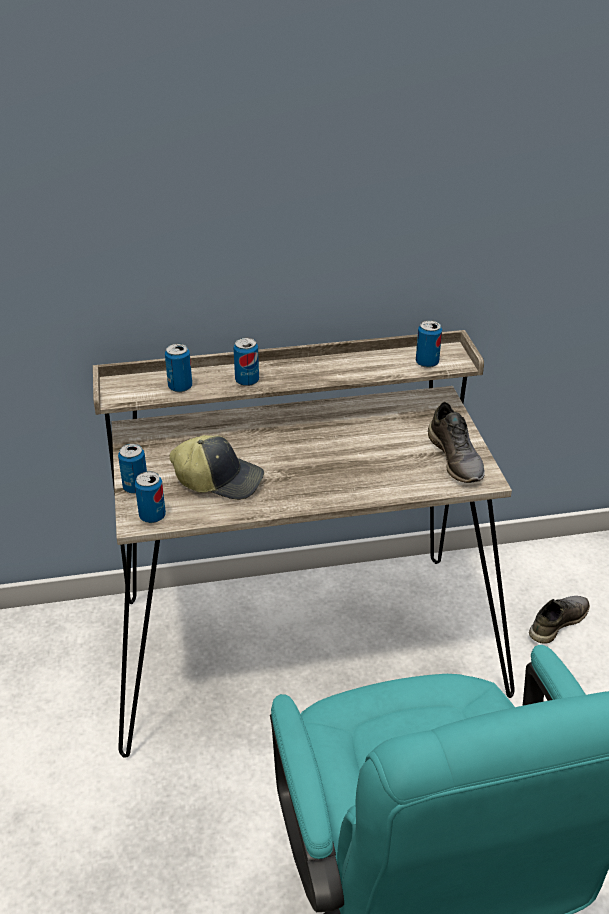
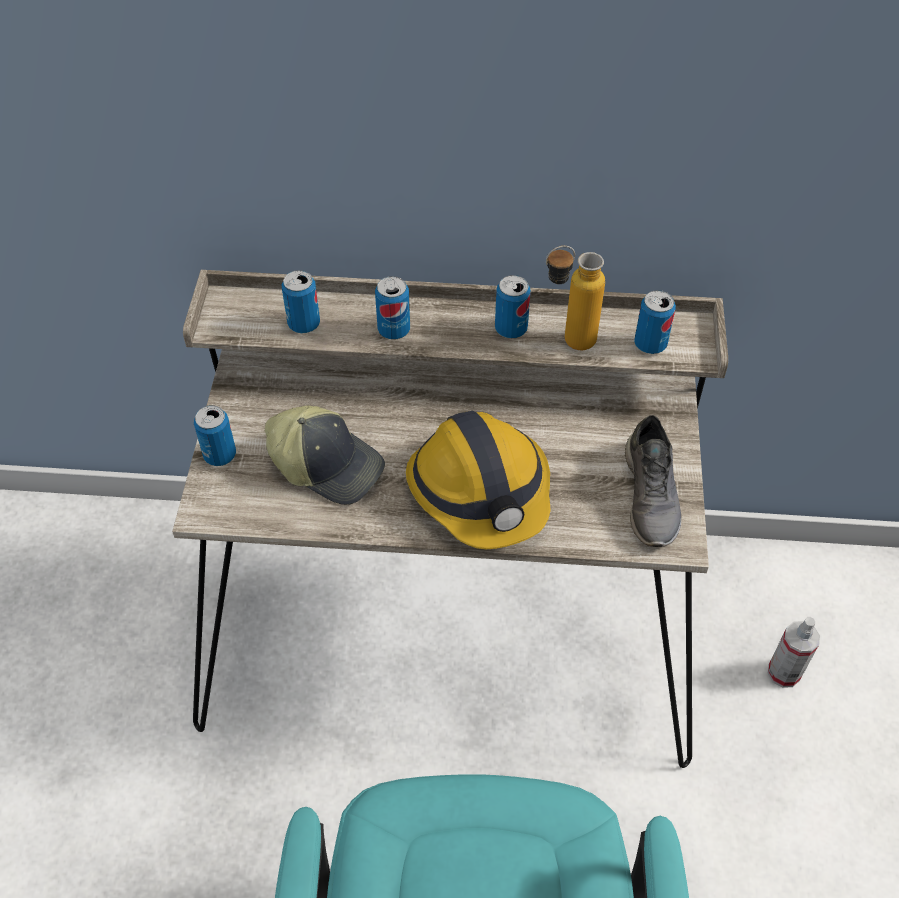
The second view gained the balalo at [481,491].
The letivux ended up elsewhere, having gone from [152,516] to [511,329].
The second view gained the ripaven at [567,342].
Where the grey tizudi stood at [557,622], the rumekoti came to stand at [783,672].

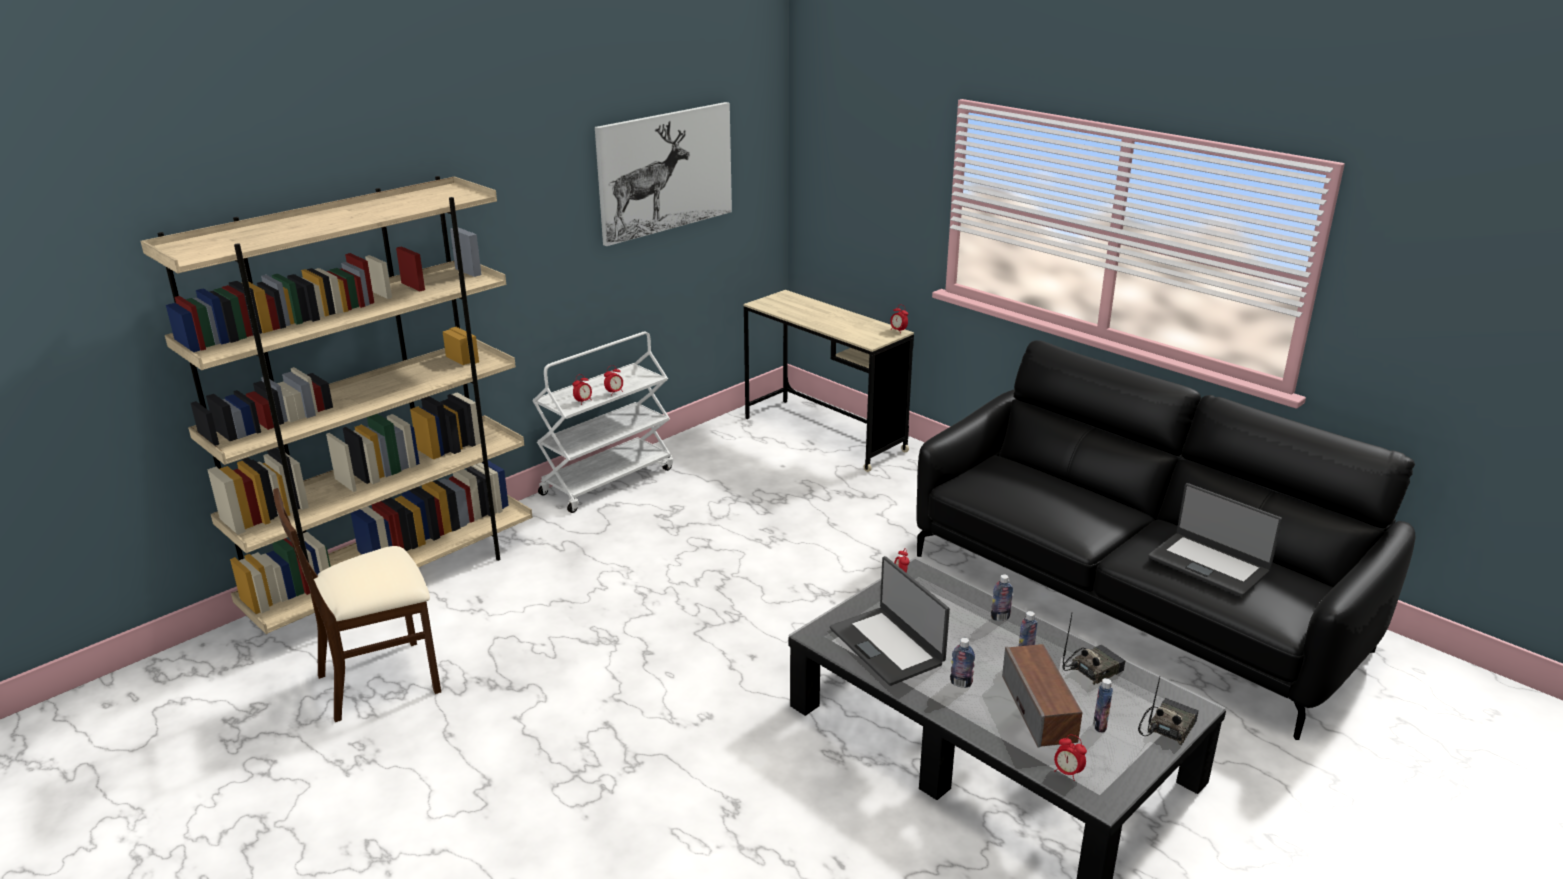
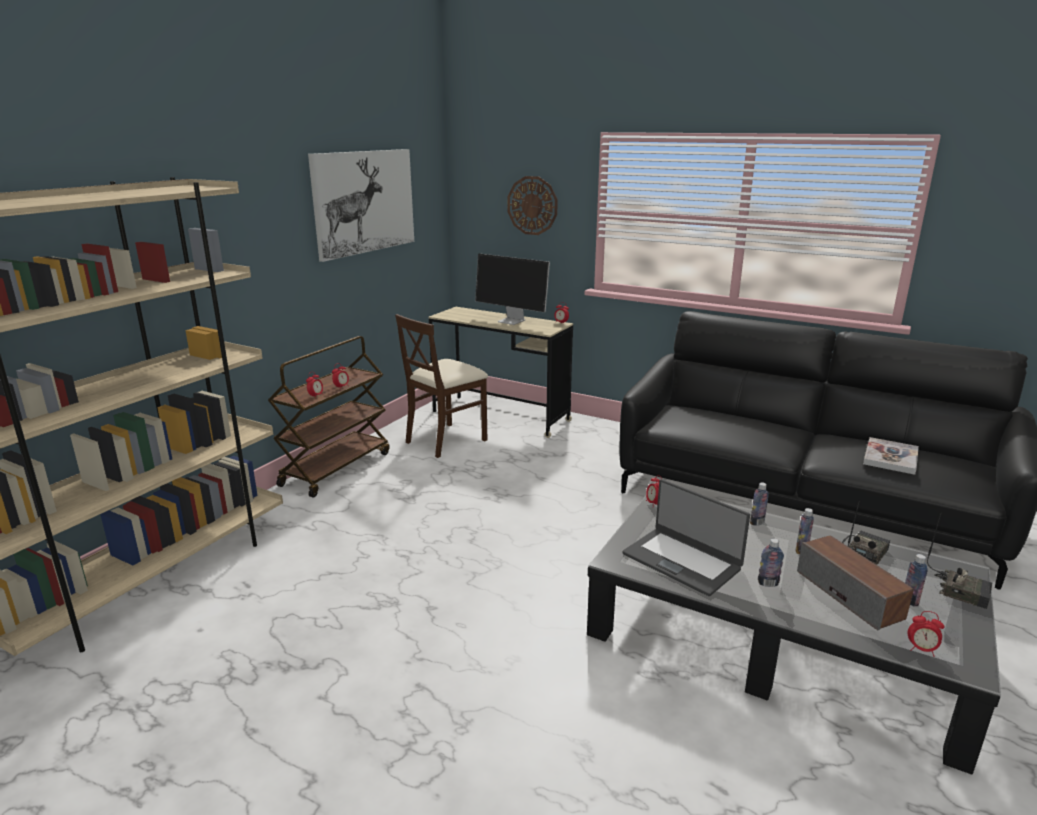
What was the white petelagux at [607,480] turned into the brown petelagux at [336,468].
The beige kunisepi ended up elsewhere, having gone from [380,680] to [446,440].
The second view gained the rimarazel at [512,321].
The second view gained the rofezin at [532,205].
Where the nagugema stood at [1209,564], the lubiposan came to stand at [890,457].
The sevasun at [1167,726] ended up facing another way, 105 degrees clockwise from before.

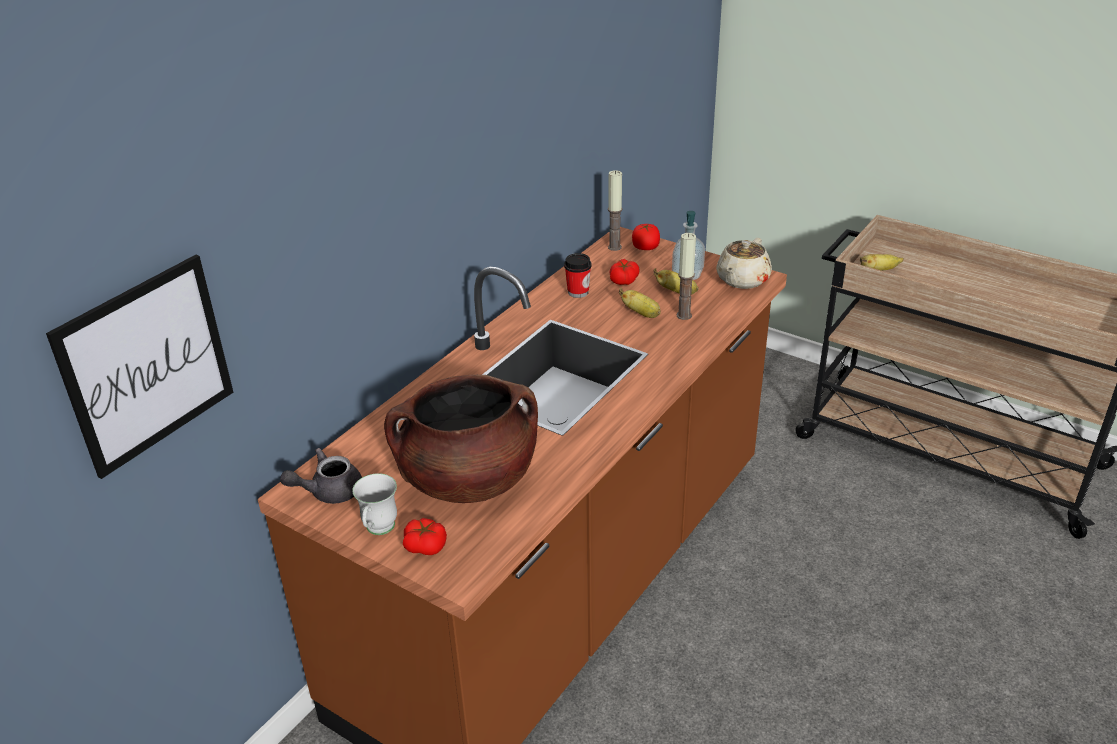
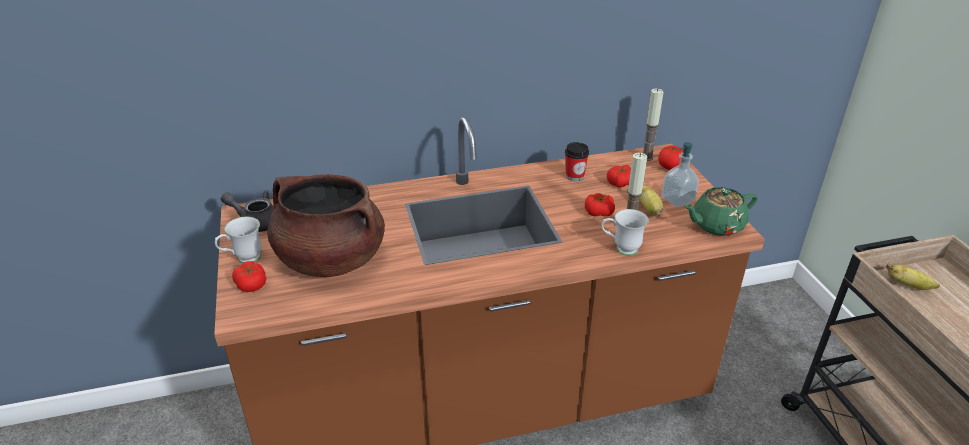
Where the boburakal stood at [642,314], the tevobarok came to stand at [598,212].
The second view gained the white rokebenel at [620,249].
What was the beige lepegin at [742,280] turned into the green lepegin at [716,225].
The second view lost the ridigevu at [147,364].

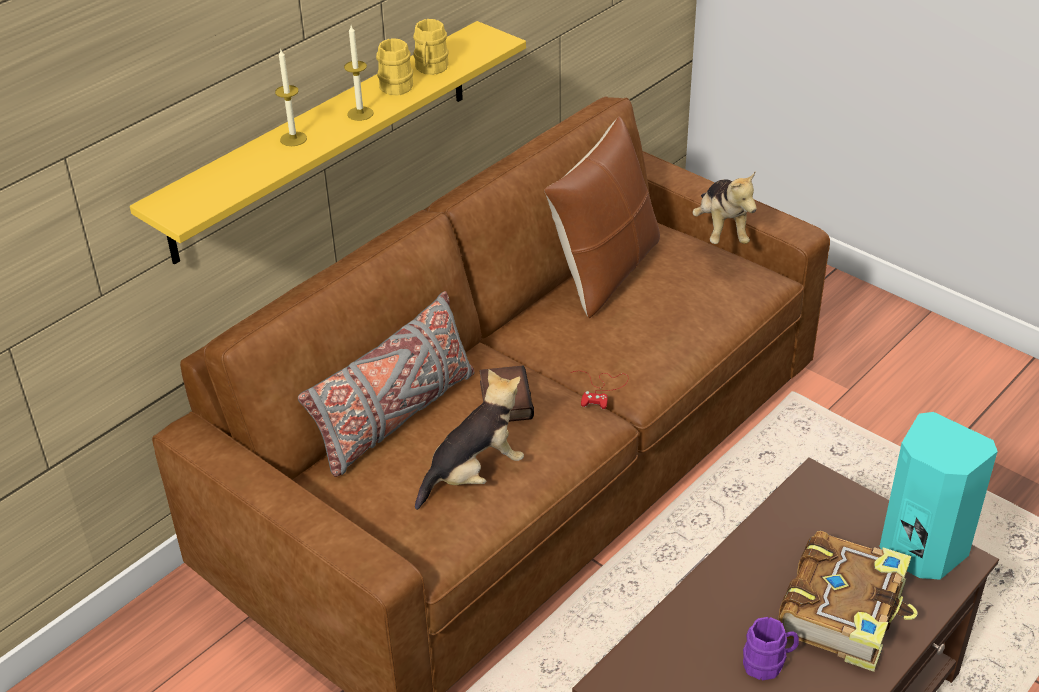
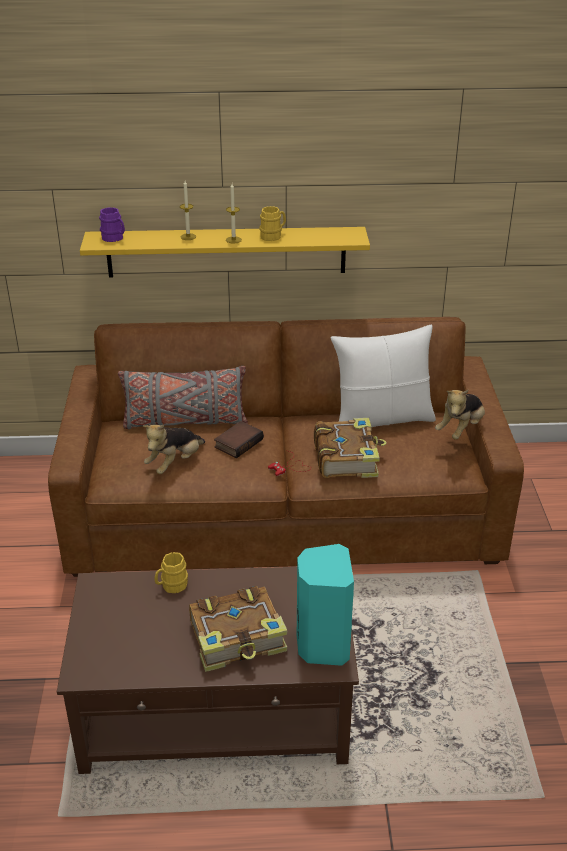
The purple rokebenel ended up elsewhere, having gone from [769,663] to [114,238].
The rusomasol at [474,474] ended up facing another way, 120 degrees clockwise from before.
The yellow rokebenel ended up elsewhere, having gone from [430,69] to [171,586].
The second view gained the lubiposan at [347,457].
What was the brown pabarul at [604,272] turned into the white pabarul at [382,419].

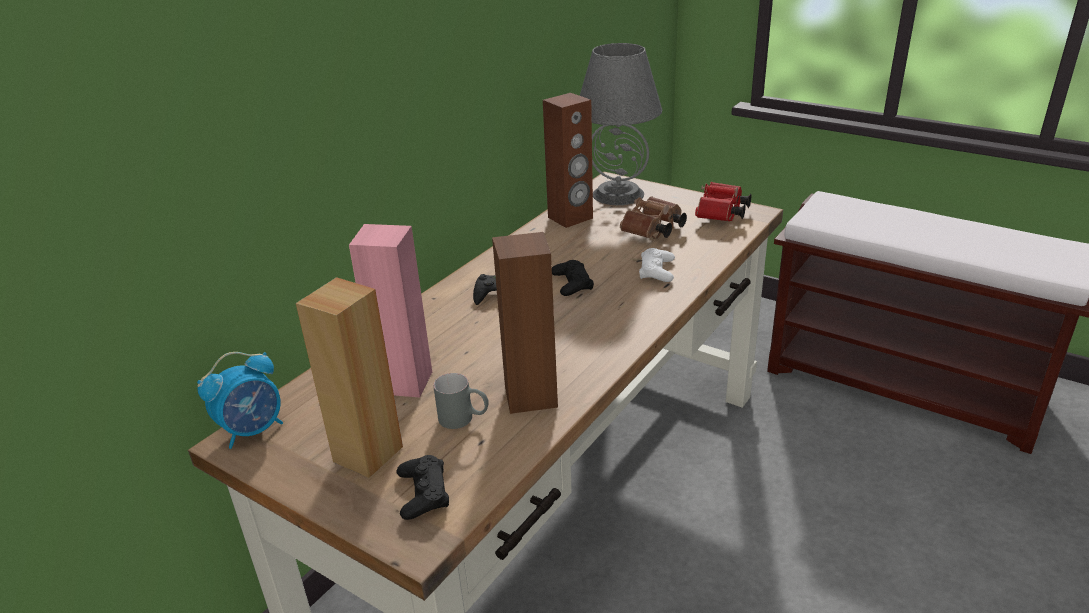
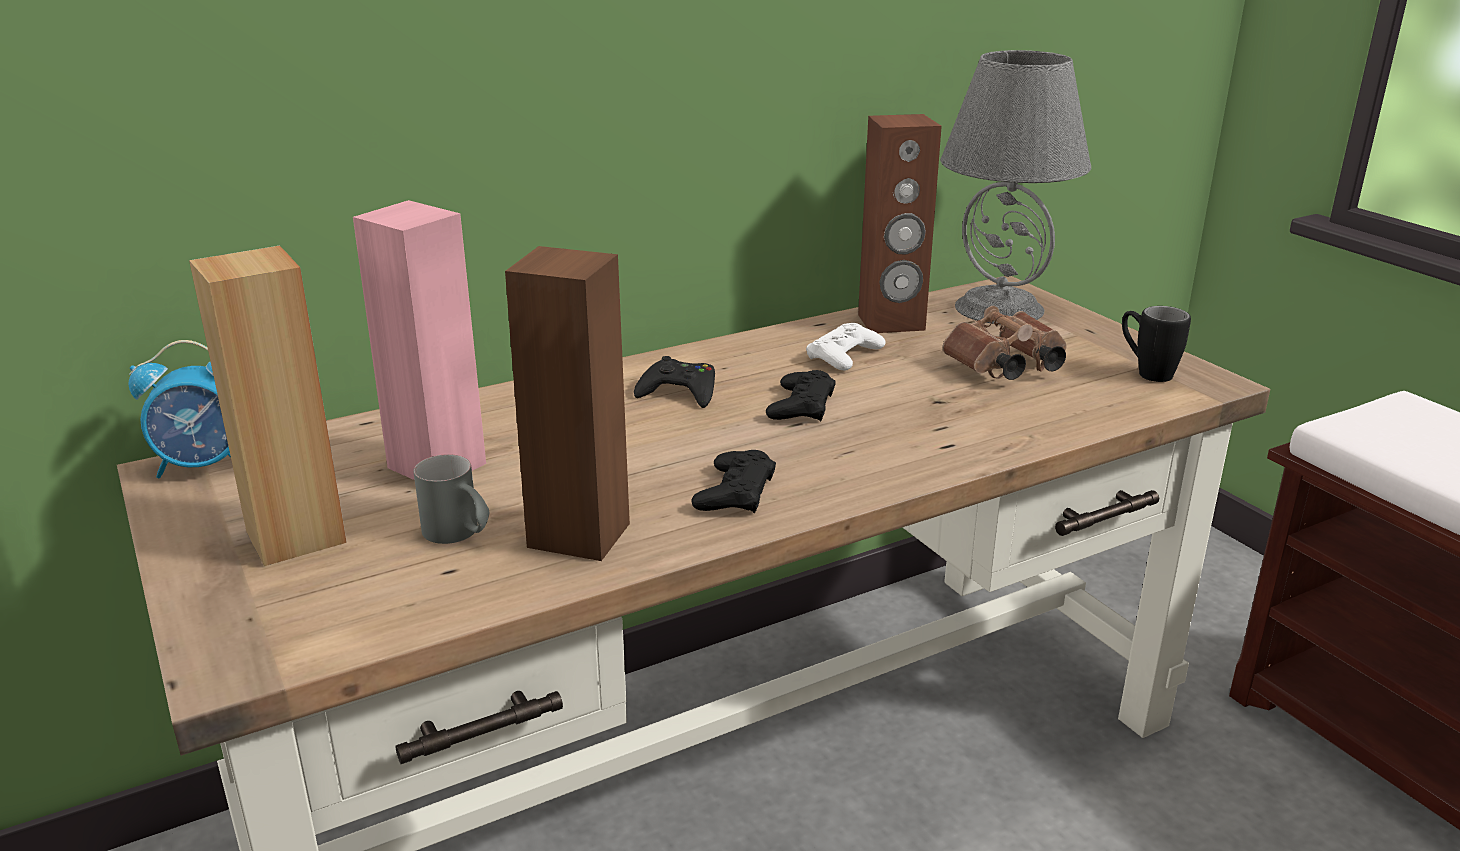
The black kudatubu ended up elsewhere, having gone from [423,492] to [735,492].
The white kudatubu ended up elsewhere, having gone from [657,270] to [845,355].
Where the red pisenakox stood at [721,215], the black rokebenel came to stand at [1145,372].

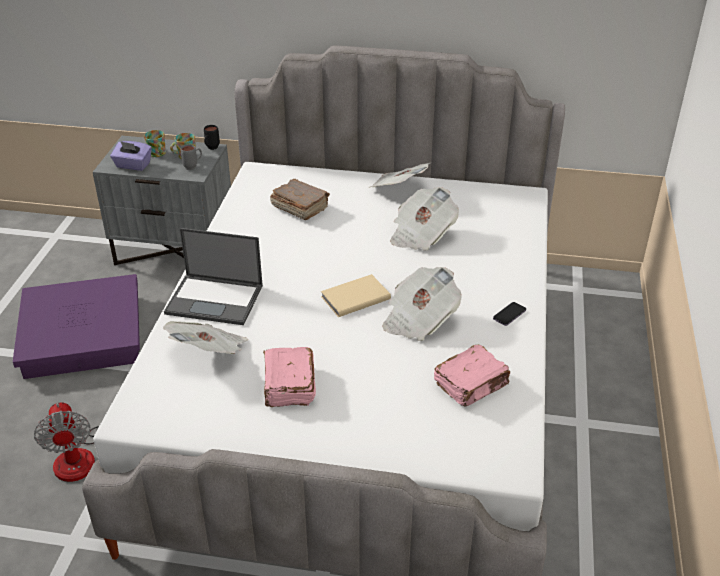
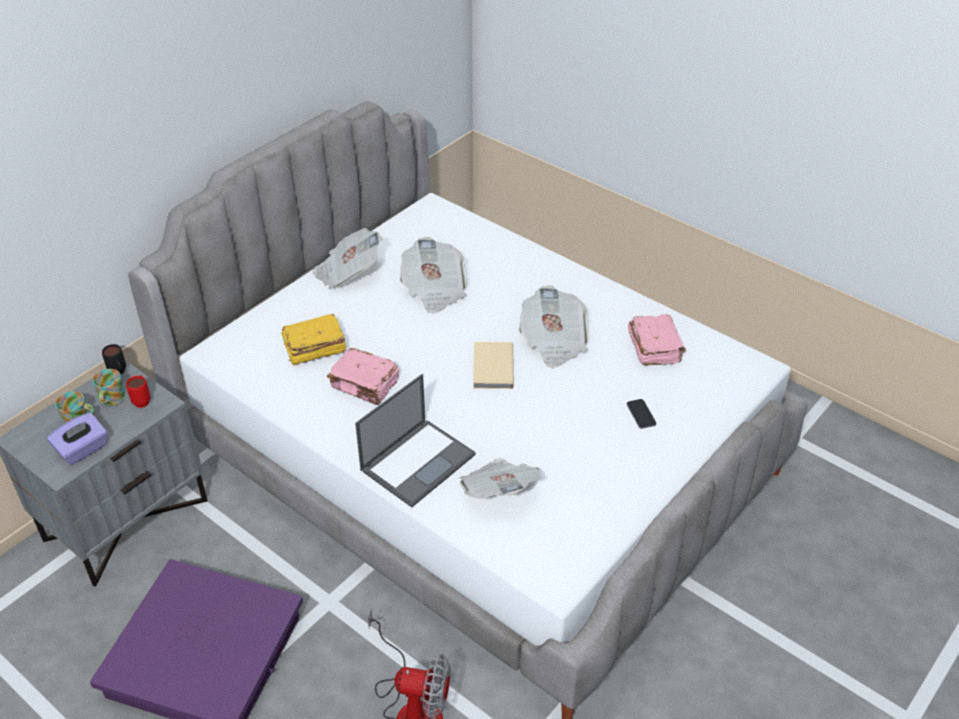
What was the grey rokebenel at [193,166] turned into the red rokebenel at [143,400].
What was the brown lubiposan at [299,207] turned into the yellow lubiposan at [314,348].
The pink lubiposan ended up elsewhere, having gone from [288,386] to [365,385].
The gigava ended up elsewhere, having gone from [509,315] to [641,415].

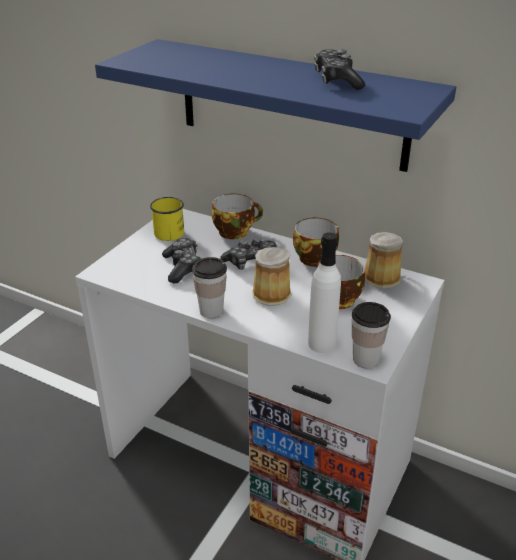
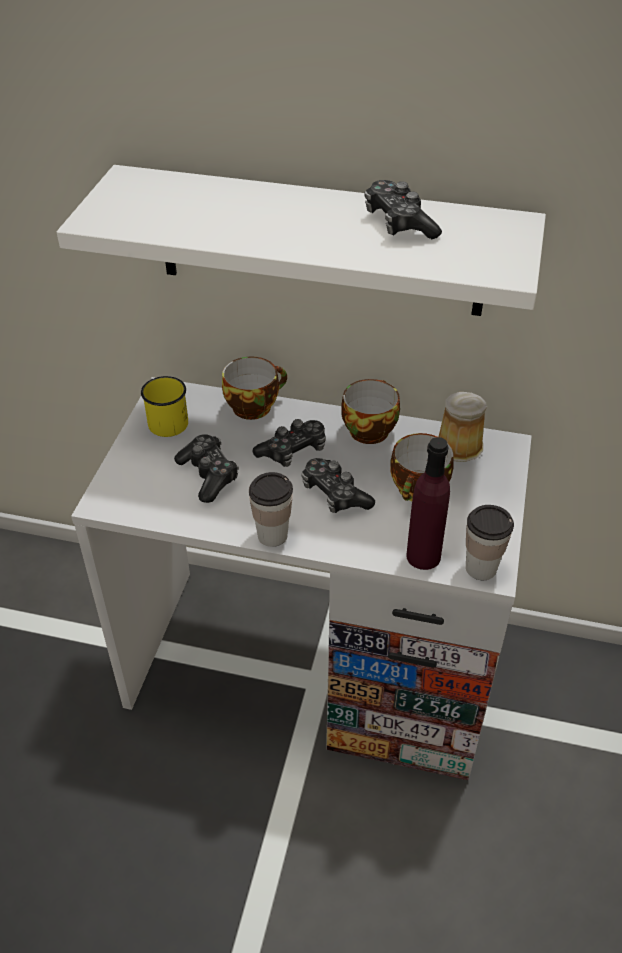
What was the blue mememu at [291,104] turned into the white mememu at [320,242].
Where the rokebenel stood at [270,293], the kudatubu came to stand at [334,494].
What was the white ripaven at [322,343] turned into the purple ripaven at [423,556].

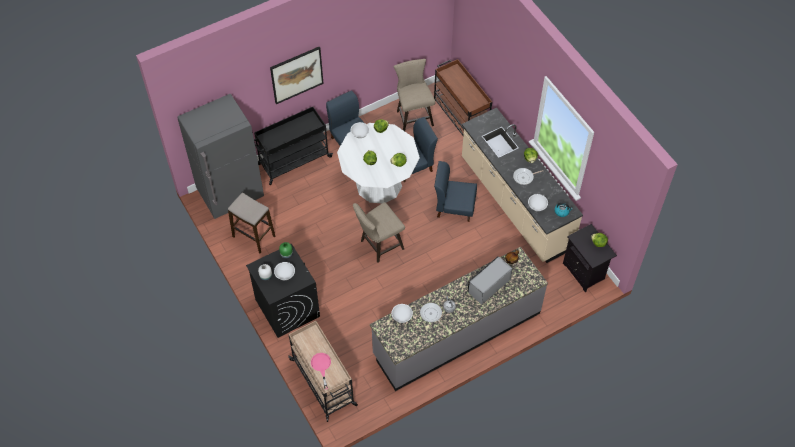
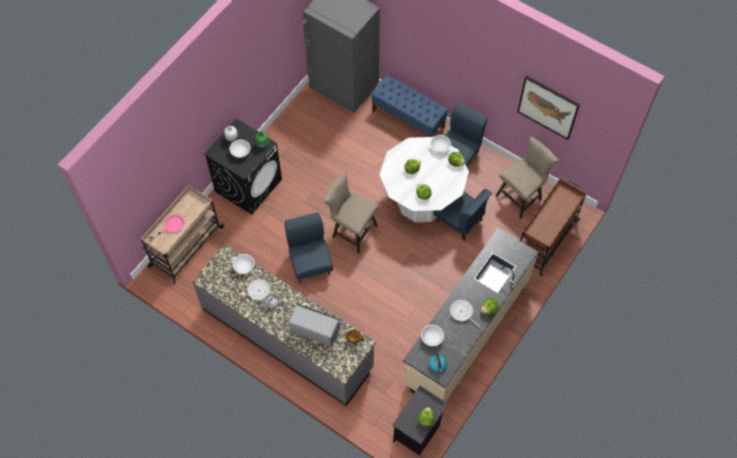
The blue kunisepi ended up elsewhere, having gone from [454,207] to [310,262].
Where the black petelagux stood at [293,161], the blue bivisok came to stand at [408,119].
The ridigevu ended up elsewhere, having gone from [296,74] to [548,107].
The second view lost the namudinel at [254,237].

